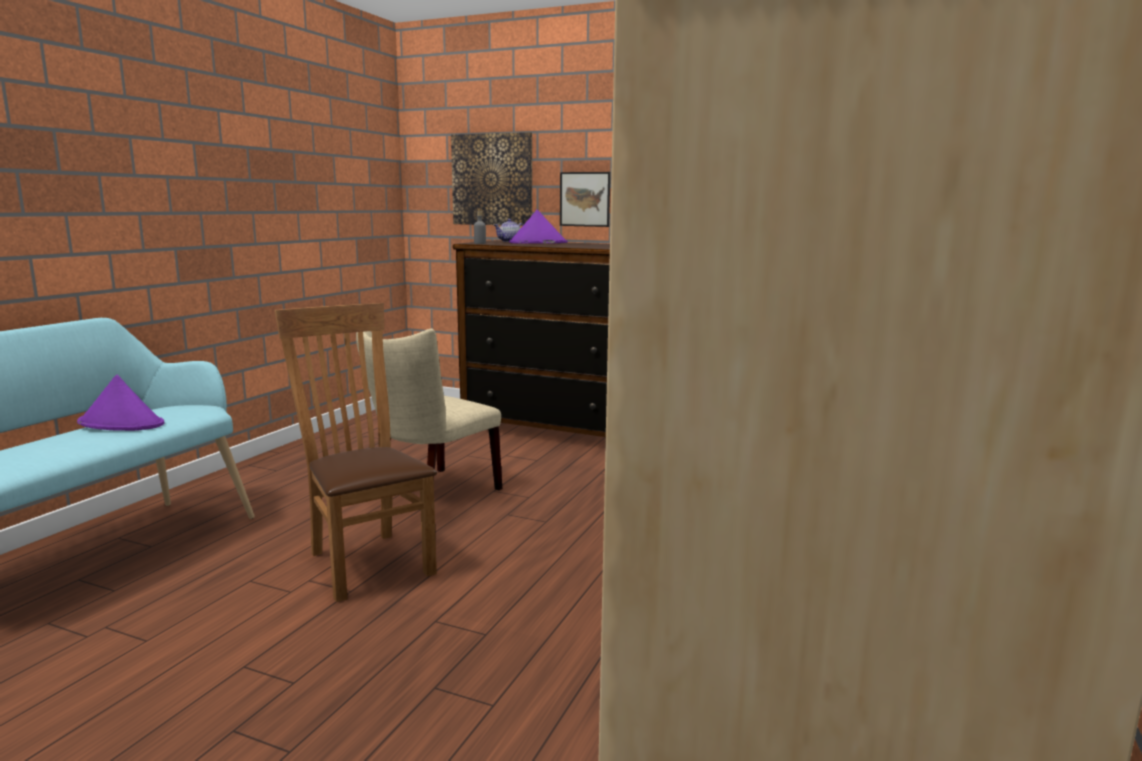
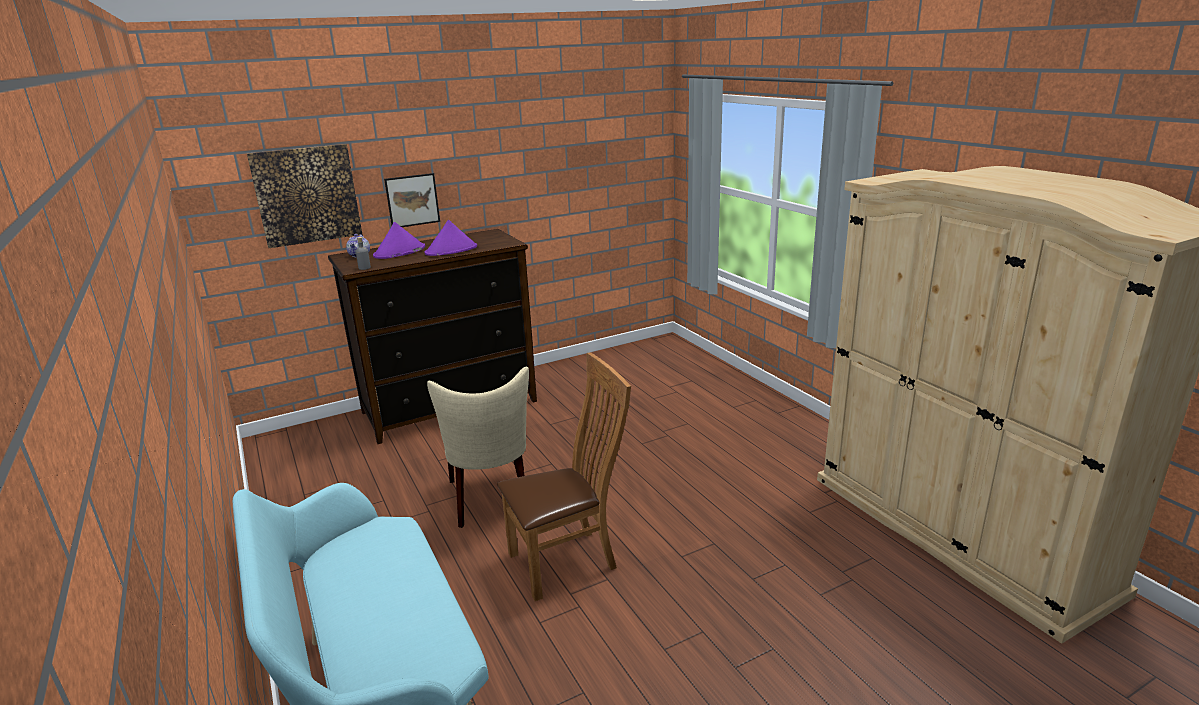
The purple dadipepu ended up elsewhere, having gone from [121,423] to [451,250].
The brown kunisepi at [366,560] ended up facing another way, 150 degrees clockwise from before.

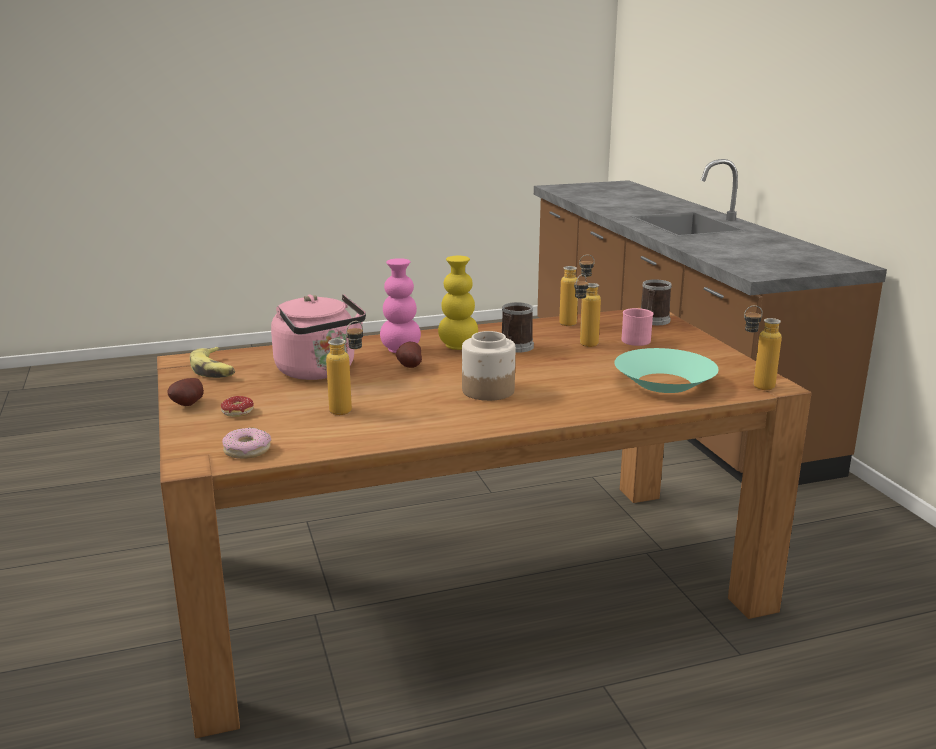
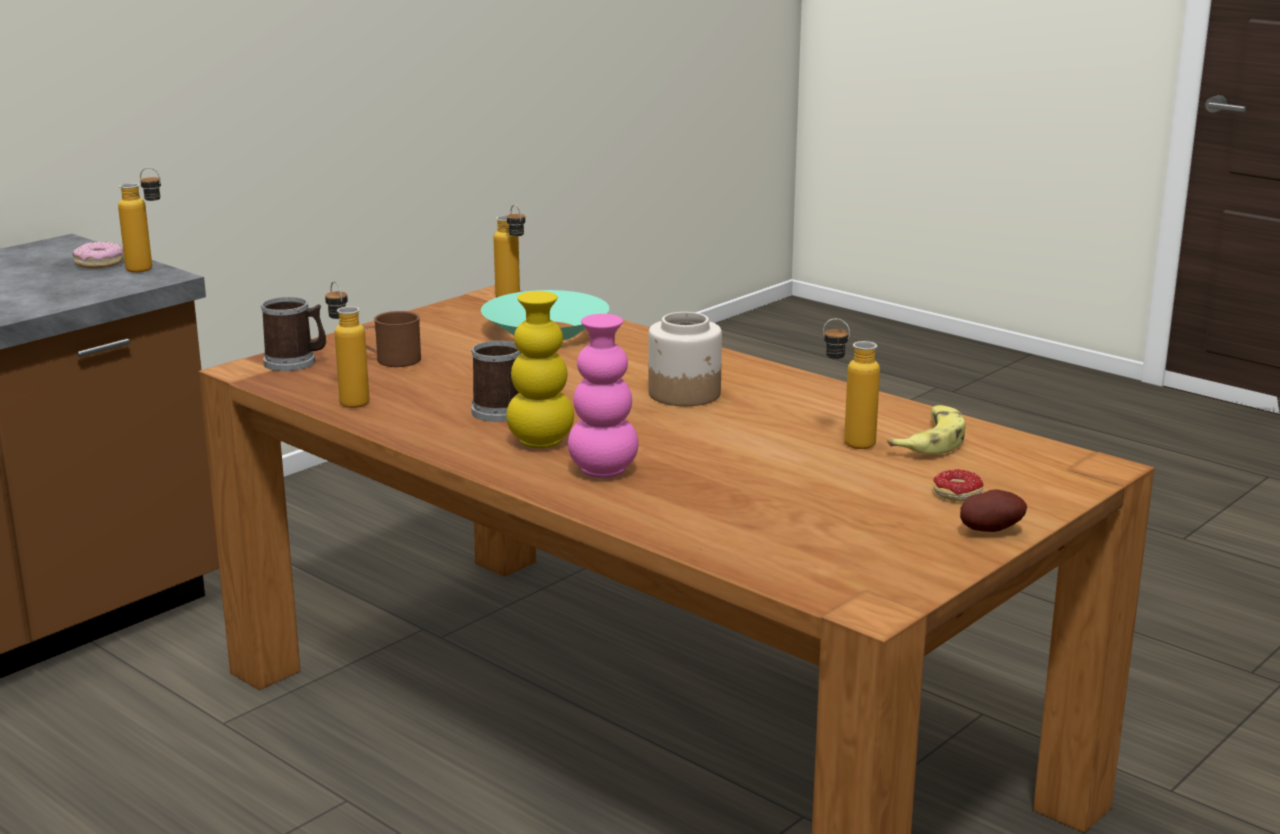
The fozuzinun ended up elsewhere, having gone from [247,450] to [99,263].
The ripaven ended up elsewhere, having gone from [584,346] to [149,270].
What was the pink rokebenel at [638,339] turned into the brown rokebenel at [391,360].
The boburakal ended up elsewhere, having gone from [214,370] to [930,441].
The second view lost the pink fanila at [319,372].
The second view lost the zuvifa at [408,366].

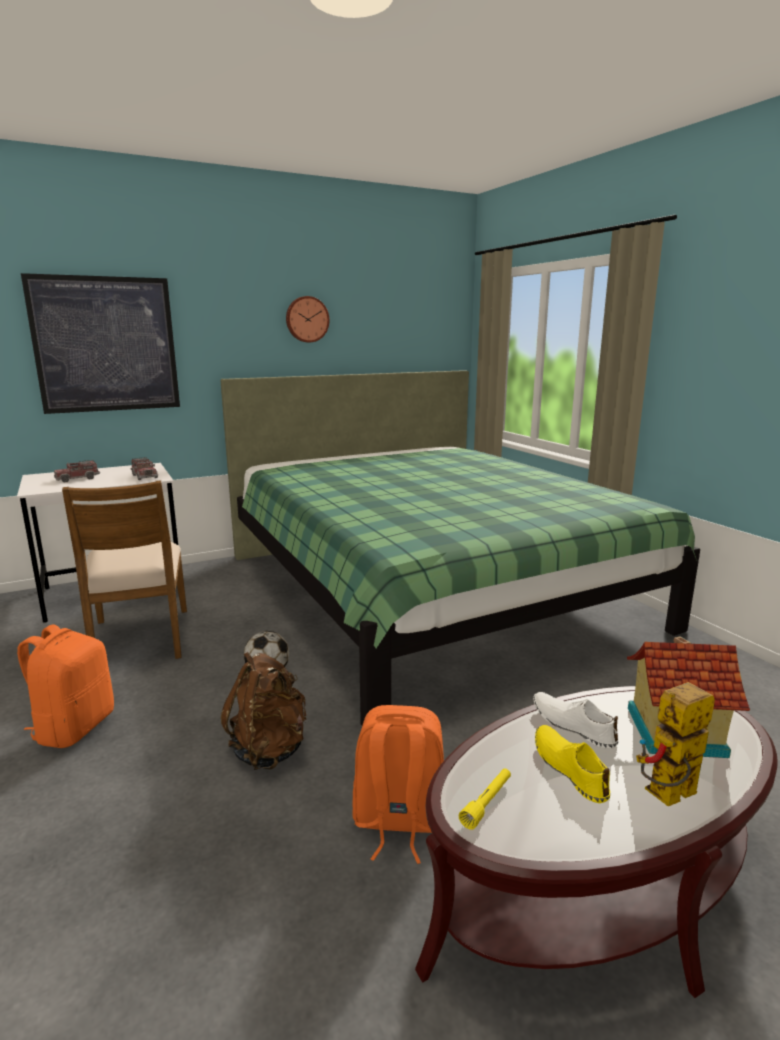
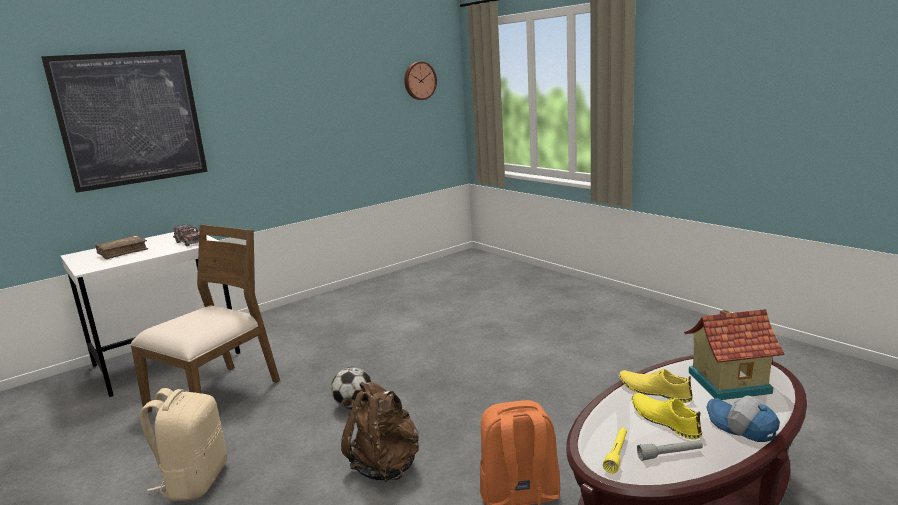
Where the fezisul stood at [77,478], the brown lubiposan came to stand at [123,252].
The brown kunisepi at [140,638] ended up facing another way, 120 degrees counterclockwise from before.
What was the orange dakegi at [74,727] turned into the beige dakegi at [194,481].
The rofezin ended up elsewhere, having gone from [307,319] to [419,81].
What was the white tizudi at [572,725] turned into the yellow tizudi at [654,391].
The second view gained the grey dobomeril at [670,454].
Where the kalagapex stood at [667,798], the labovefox came to stand at [741,427].
The second view lost the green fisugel at [429,590].

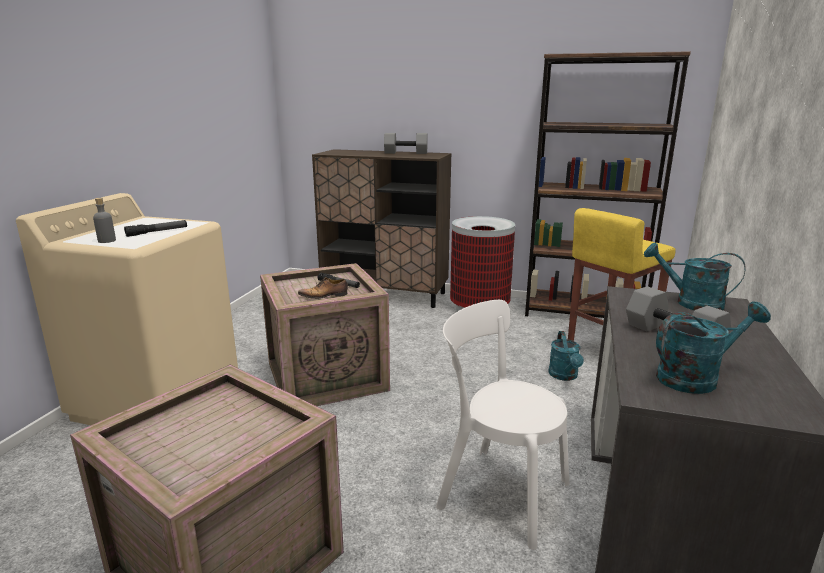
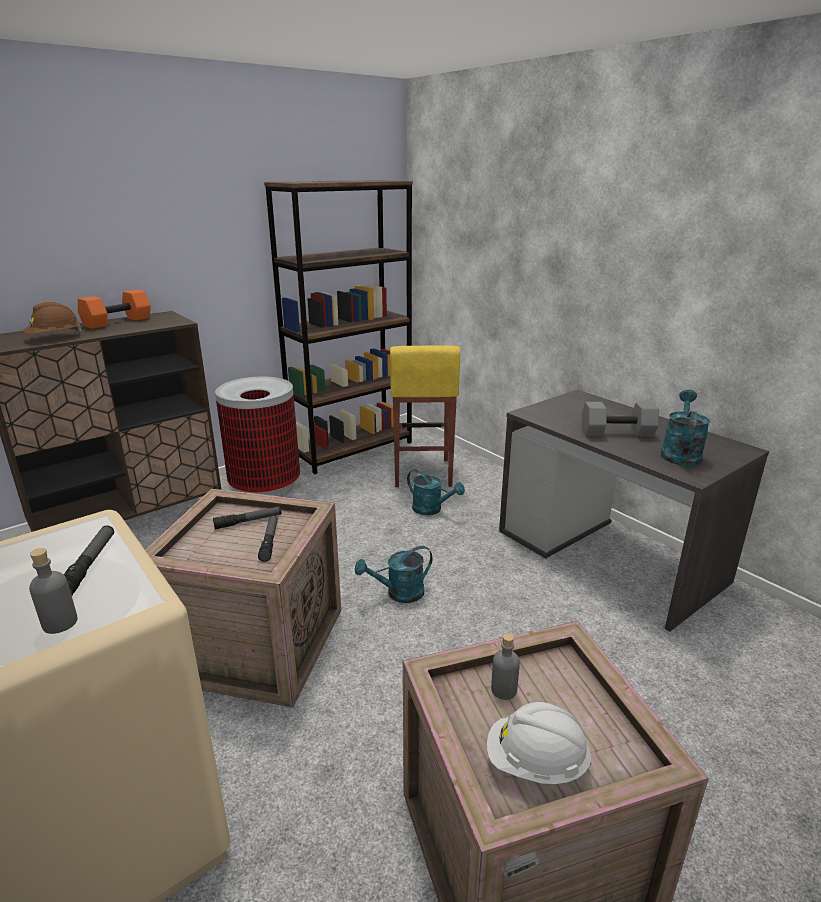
The second view gained the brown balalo at [55,337].
What was the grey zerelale at [405,153] turned into the orange zerelale at [117,322].
Where the tizudi stood at [324,296], the dobomeril came to stand at [269,541].
The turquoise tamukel ended up elsewhere, having gone from [690,303] to [399,594].
The second view gained the white balalo at [536,763].
The second view gained the grey ripaven at [503,690].
The second view lost the white kunisepi at [498,491].

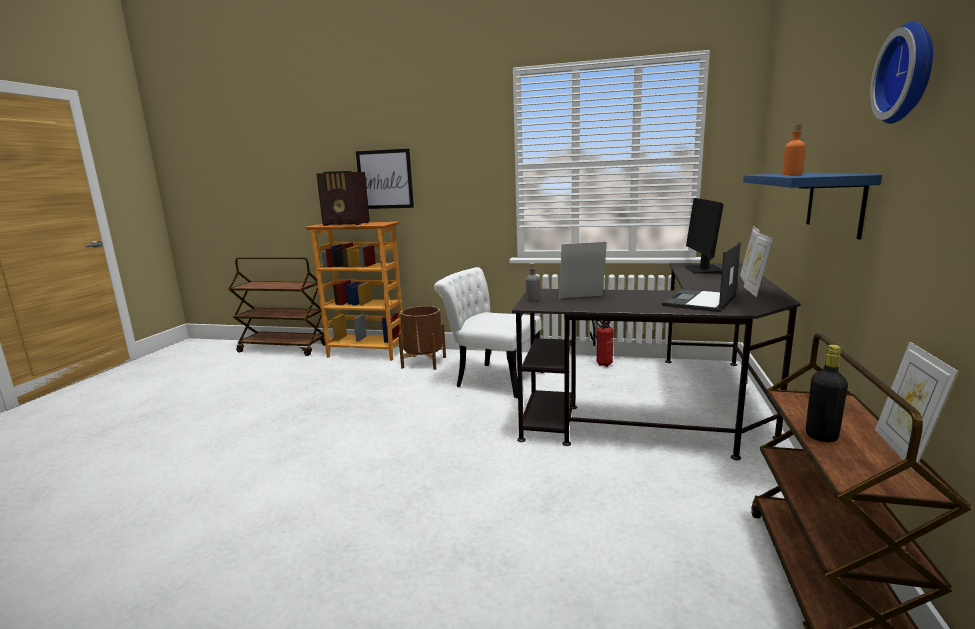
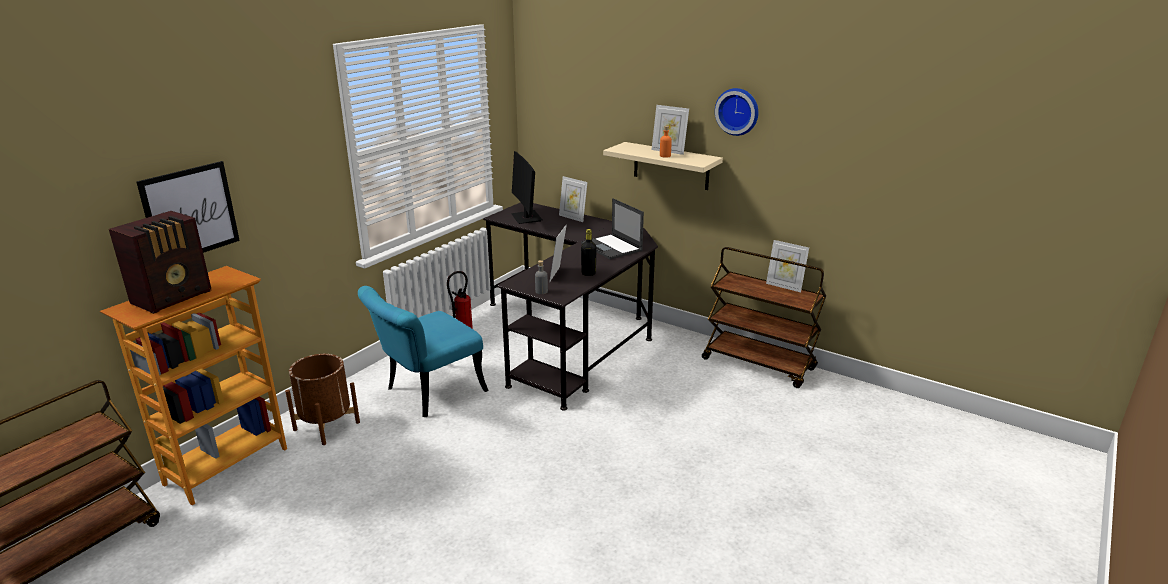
What was the white kunisepi at [491,378] turned into the turquoise kunisepi at [427,393].
The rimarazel at [703,270] ended up facing another way, 45 degrees clockwise from before.
The black ripaven ended up elsewhere, having gone from [821,436] to [588,274].
What was the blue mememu at [835,202] turned into the beige mememu at [671,166].
The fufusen ended up elsewhere, having gone from [754,292] to [668,151].

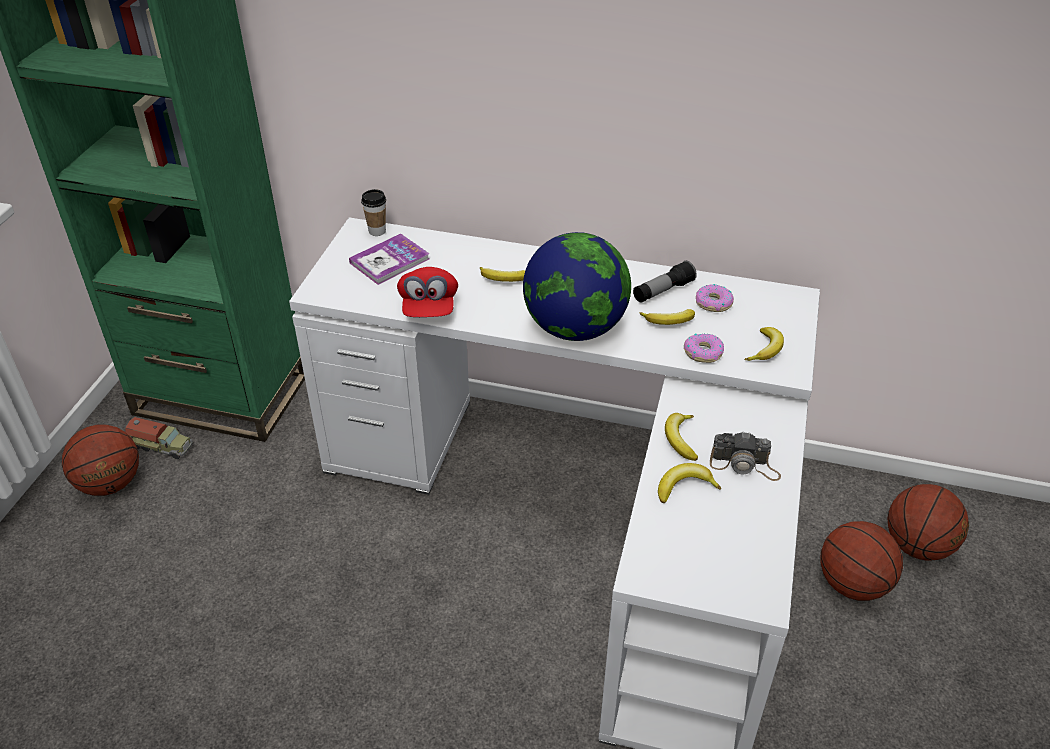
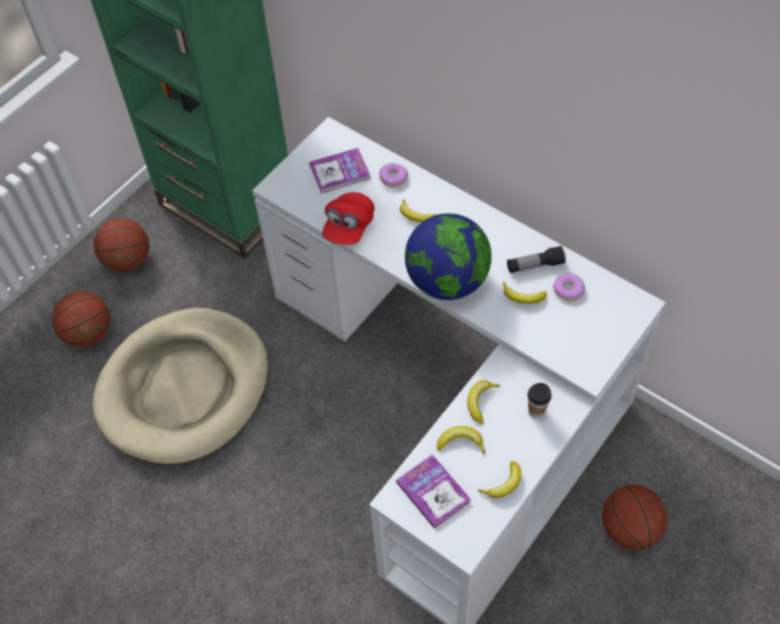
The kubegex ended up elsewhere, having gone from [917,546] to [88,334].
The second view gained the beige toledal at [184,389].
The fozuzinun ended up elsewhere, having gone from [703,352] to [393,177].
The second view gained the lubiposan at [433,492].
The boburakal ended up elsewhere, having gone from [766,349] to [504,484].
The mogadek ended up elsewhere, having gone from [377,231] to [536,411].
The second view lost the fezisul at [161,446].
The second view lost the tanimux at [744,465].

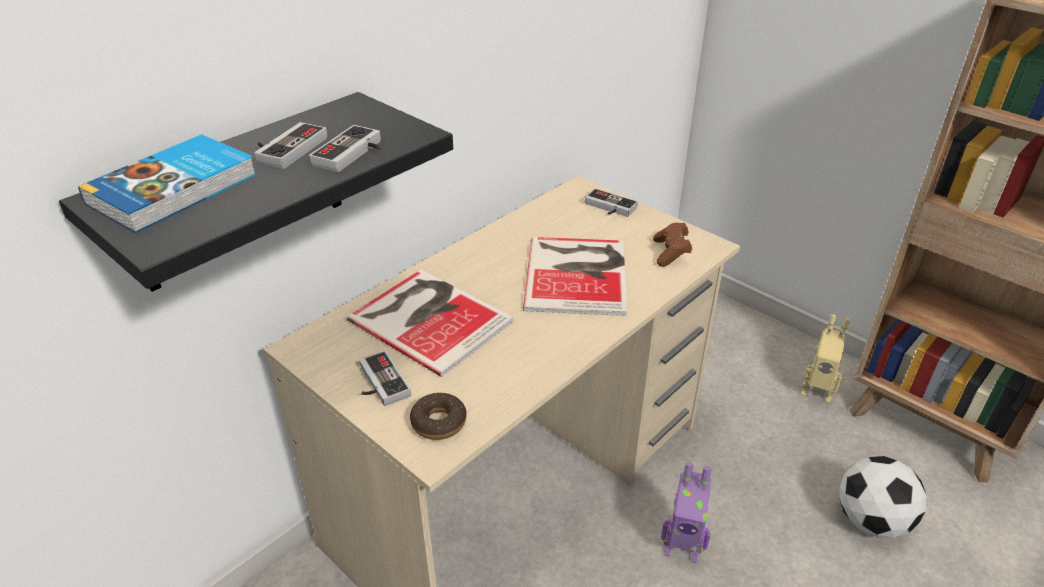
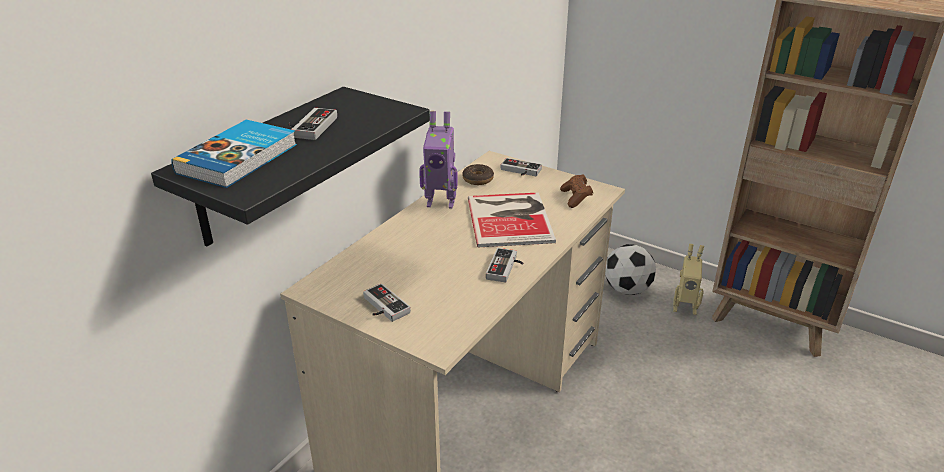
The kalagapex ended up elsewhere, having gone from [681,548] to [440,202].
The fozuzinun ended up elsewhere, having gone from [439,422] to [478,179].
The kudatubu ended up elsewhere, having gone from [353,154] to [506,268].
The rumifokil ended up elsewhere, having gone from [871,520] to [627,289].
The second view lost the lubiposan at [429,317].

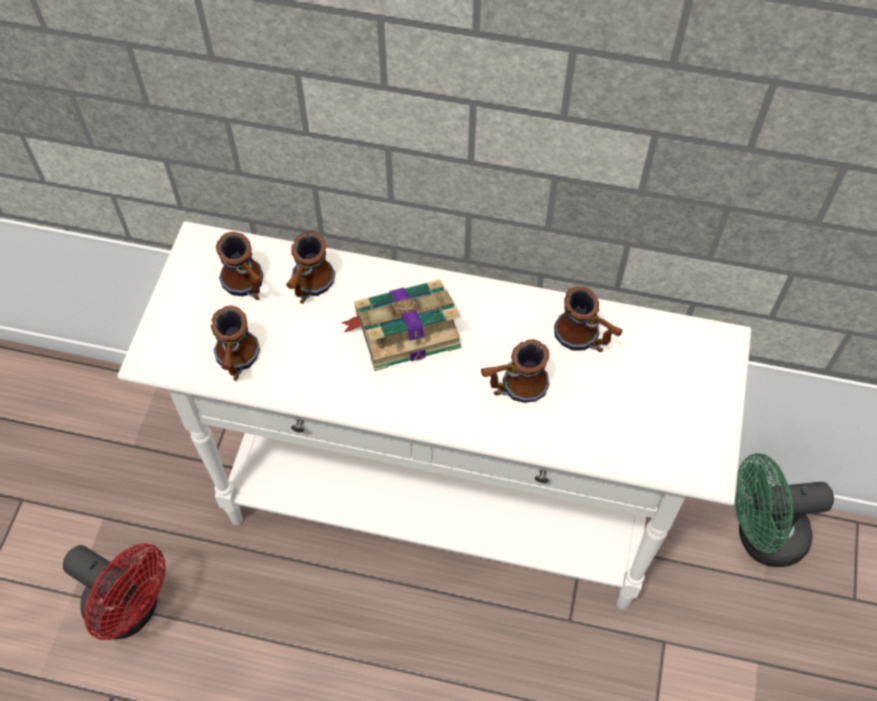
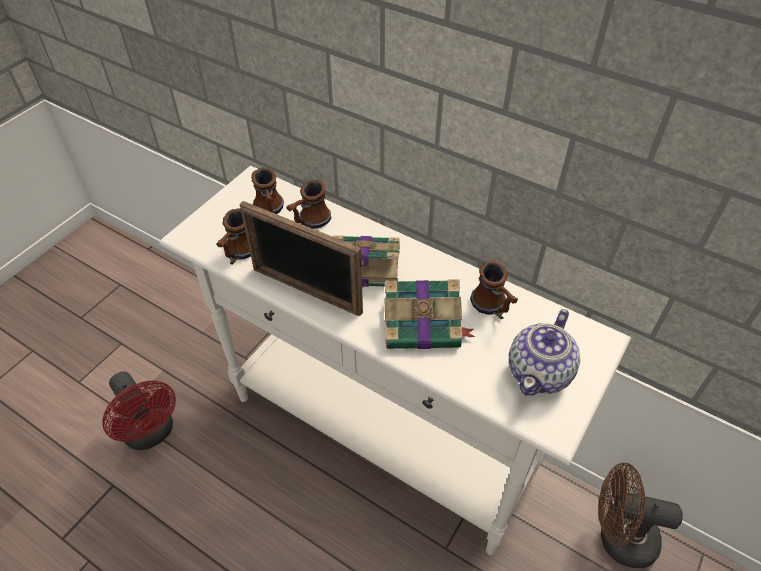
The second view gained the fufusen at [306,291].
Where the rokebenel stood at [513,388], the lubiposan came to stand at [424,325].
The second view gained the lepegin at [540,372].
What was the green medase at [760,536] turned into the brown medase at [618,537].

